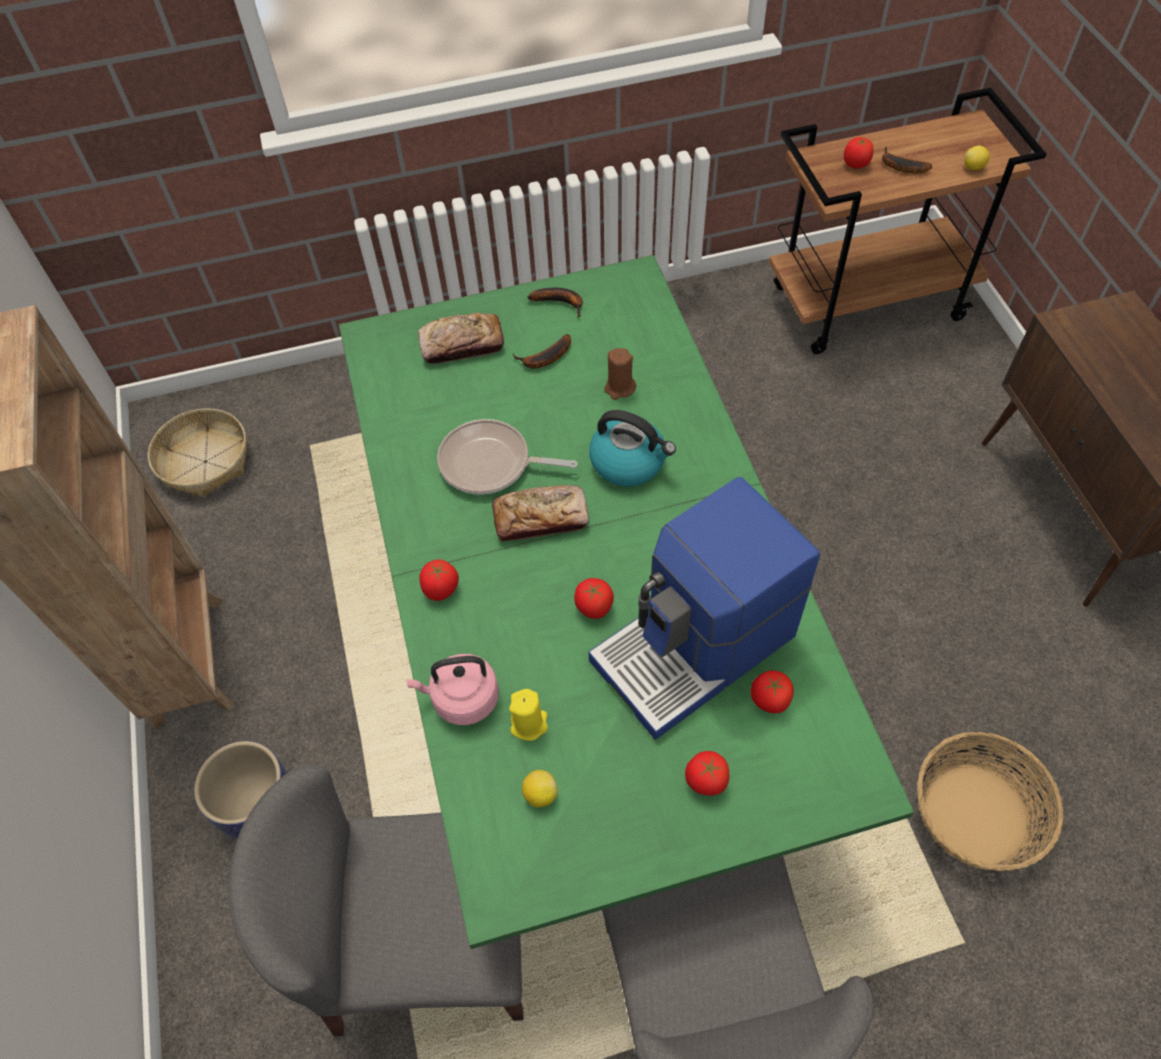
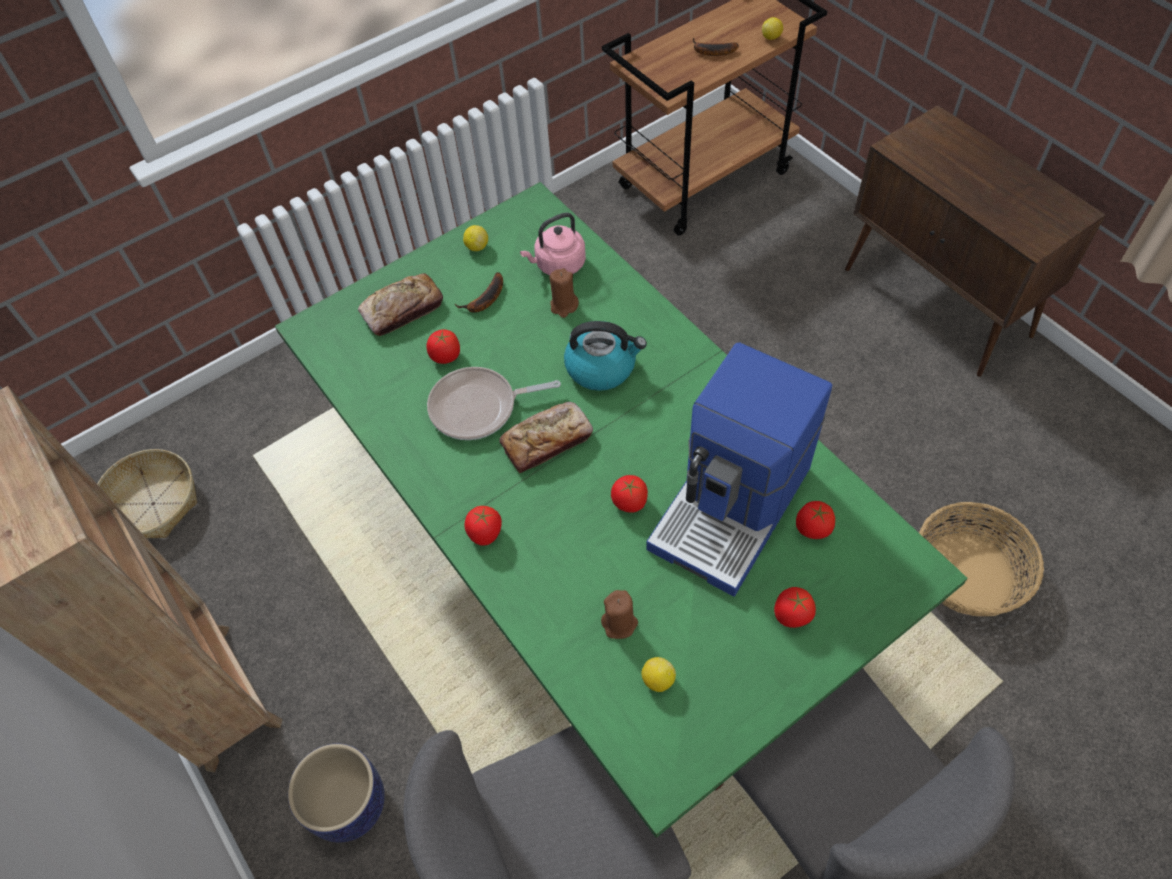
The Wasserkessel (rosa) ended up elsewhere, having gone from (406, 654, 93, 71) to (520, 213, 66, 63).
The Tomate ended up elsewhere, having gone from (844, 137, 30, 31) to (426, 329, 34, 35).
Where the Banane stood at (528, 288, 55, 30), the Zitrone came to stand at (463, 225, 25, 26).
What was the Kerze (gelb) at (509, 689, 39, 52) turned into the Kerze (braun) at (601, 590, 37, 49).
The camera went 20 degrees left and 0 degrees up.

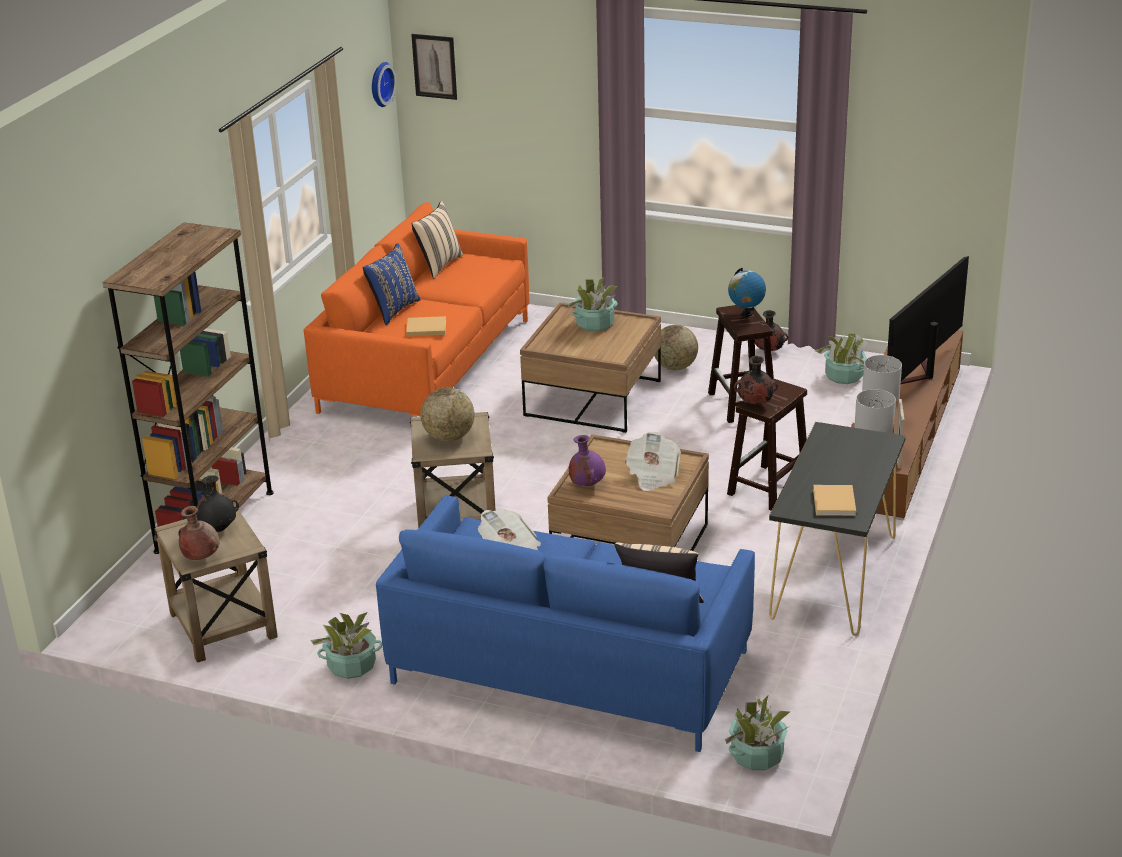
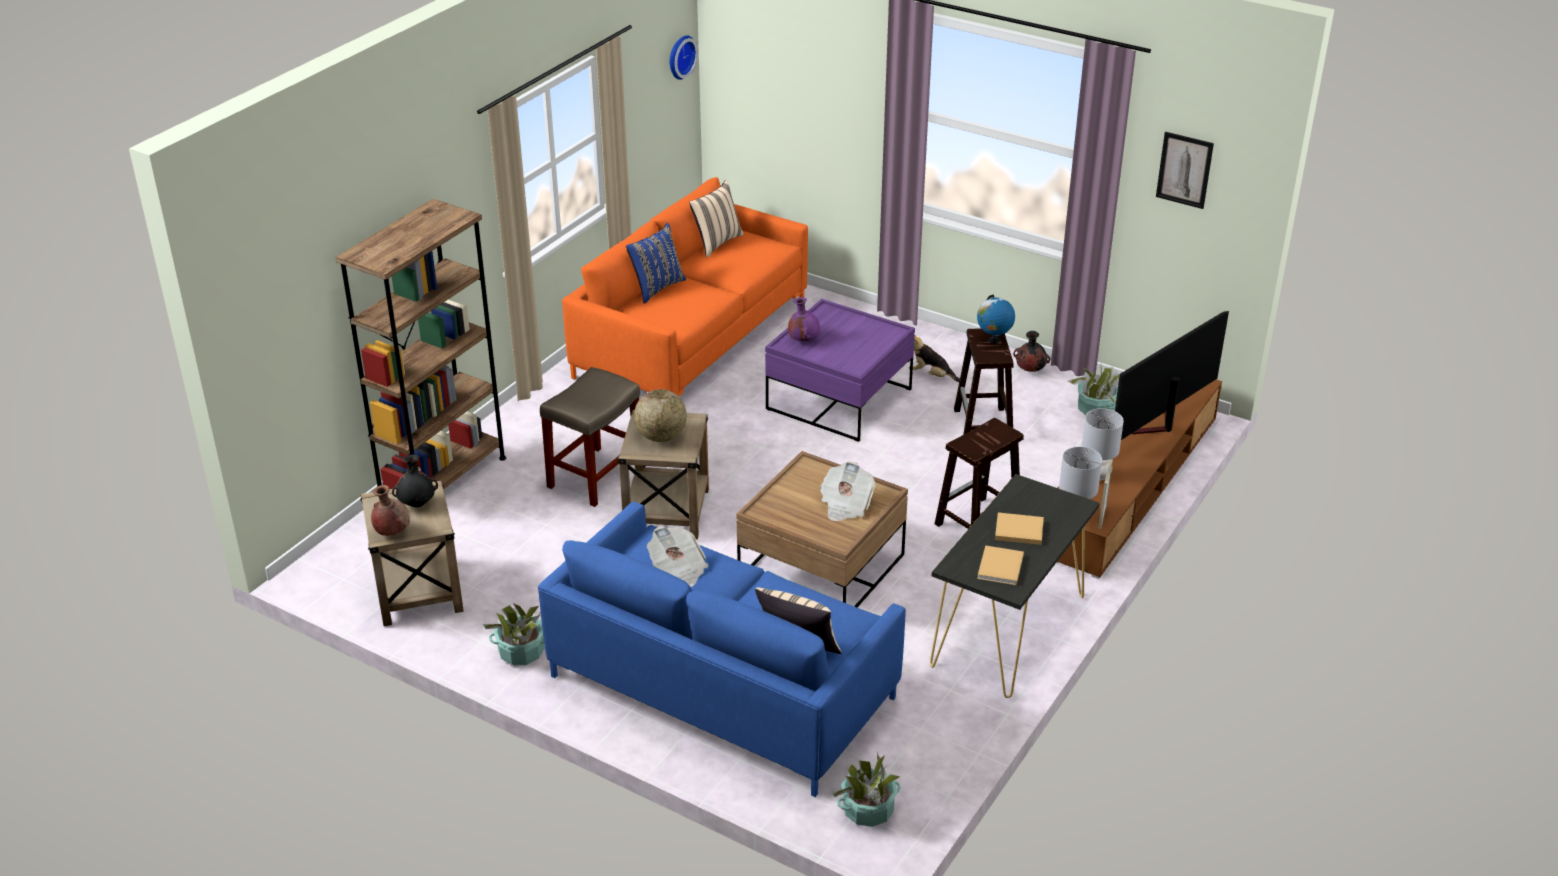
The second view lost the Topfpflanze at (568, 277, 50, 54).
The second view lost the Vase (schwarz) at (734, 356, 44, 48).
The second view gained the Hocker (beige) at (540, 367, 100, 140).
The Buch (beige) ended up elsewhere, having gone from (406, 316, 40, 20) to (995, 512, 49, 33).
The Bild ended up elsewhere, having gone from (411, 34, 46, 66) to (1156, 132, 58, 77).
The Vase (lila) ended up elsewhere, having gone from (569, 435, 37, 51) to (788, 297, 32, 45).
Where the Globus stood at (654, 325, 44, 45), the Plüschtier came to stand at (909, 335, 51, 47).
What was the Couchtisch (braun) at (520, 302, 141, 131) turned into the Couchtisch (lila) at (765, 299, 150, 143).
The camera went 10 degrees right and 5 degrees up.

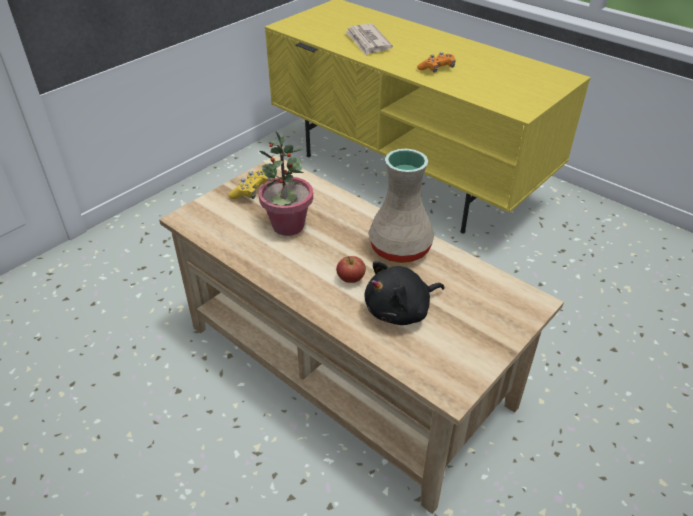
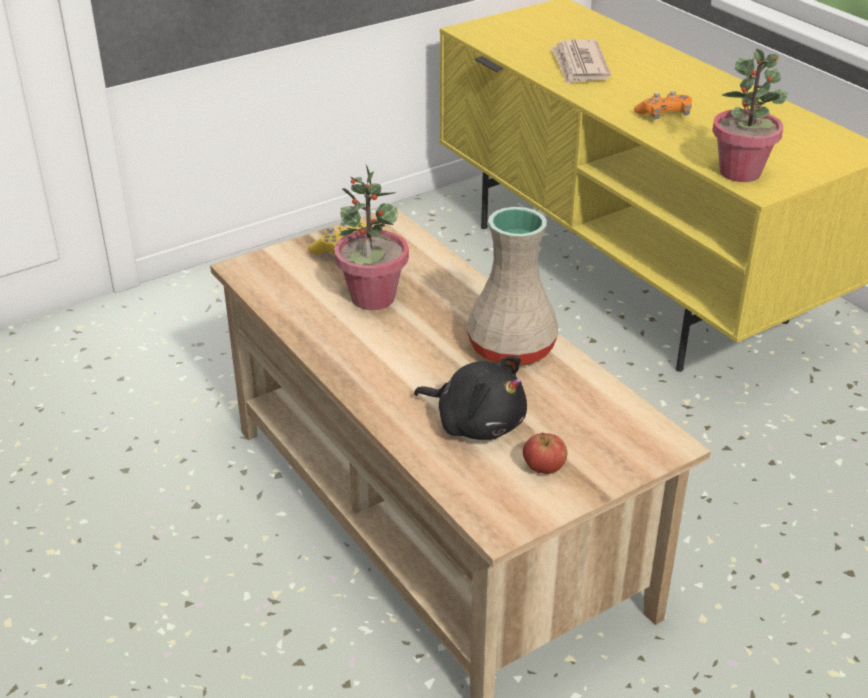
The second view gained the Topfpflanze at (712, 49, 76, 133).
The Apfel ended up elsewhere, having gone from (336, 256, 30, 27) to (523, 432, 45, 42).
The Plüschtier (schwarz) at (365, 261, 80, 64) ended up facing another way, 135 degrees counterclockwise from before.
The camera went 15 degrees right and 5 degrees down.

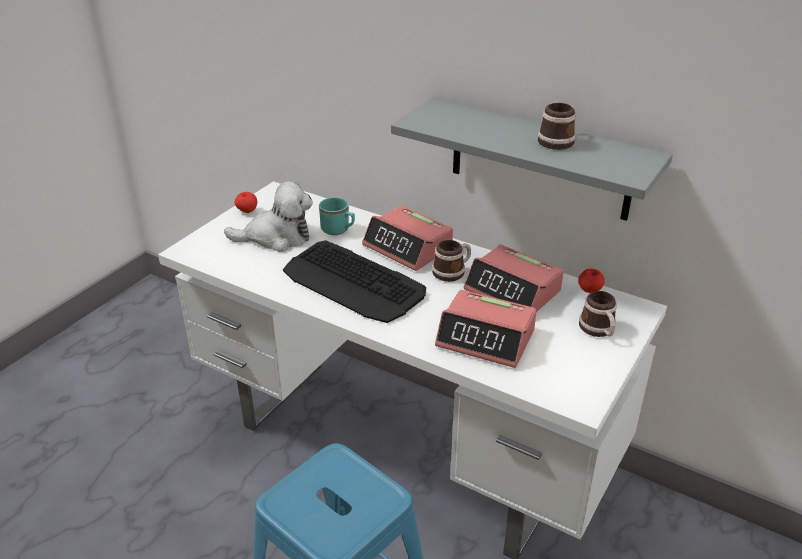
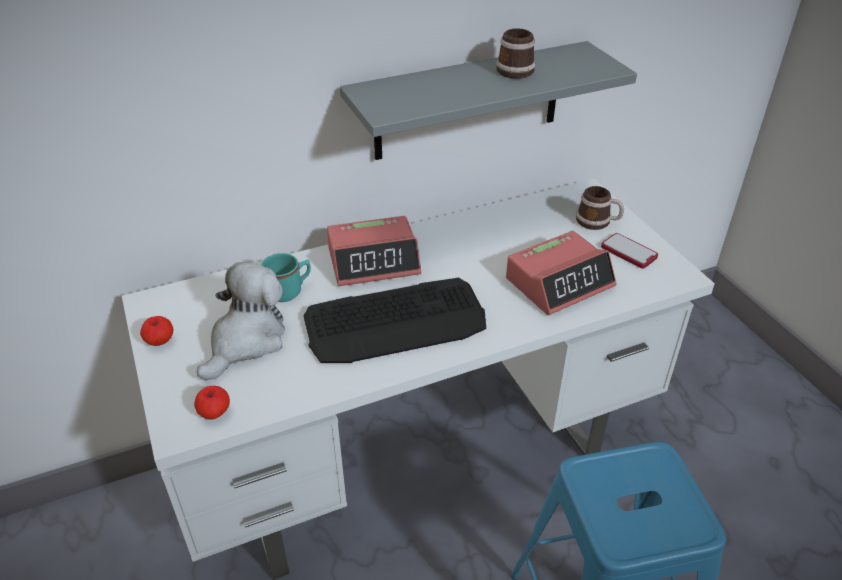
The second view lost the Henkelbecher at (432, 240, 39, 42).
The second view lost the Wecker at (464, 245, 100, 66).
The second view gained the Handy at (601, 233, 57, 36).
The Apfel ended up elsewhere, having gone from (578, 269, 26, 24) to (194, 386, 36, 34).
The camera went 55 degrees left and 5 degrees up.

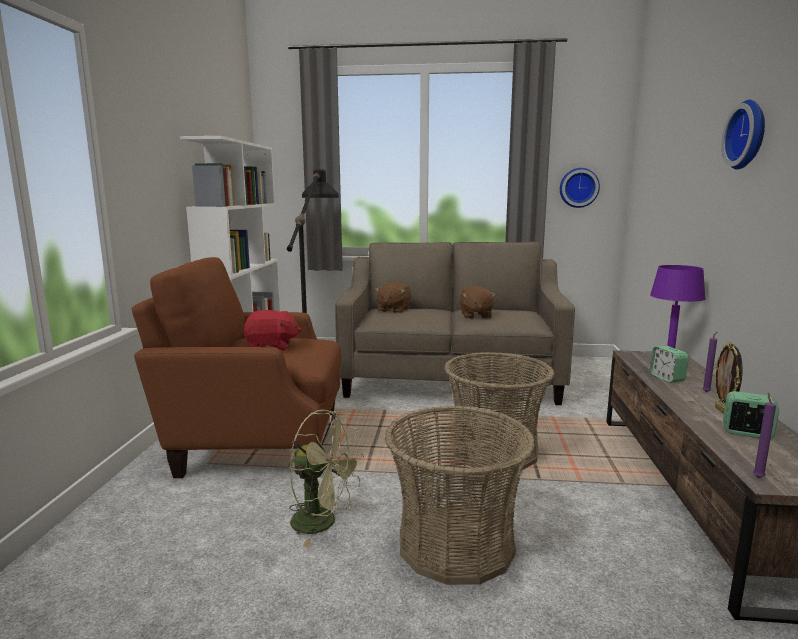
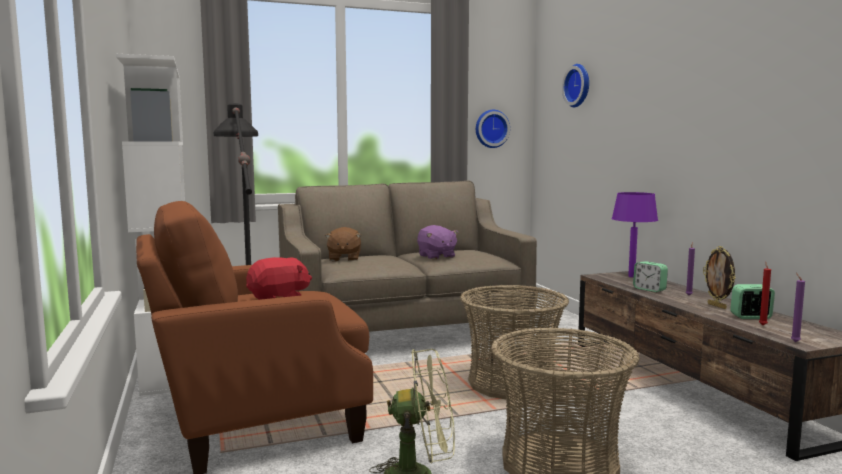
The second view gained the Kerze (rot) at (759, 262, 12, 63).
The Wanduhr ended up elsewhere, having gone from (722, 100, 43, 70) to (562, 64, 27, 43).
What was the Plüschtier (braun) at (460, 285, 36, 34) turned into the Plüschtier (lila) at (417, 225, 41, 35).
The camera went 25 degrees left and 5 degrees down.

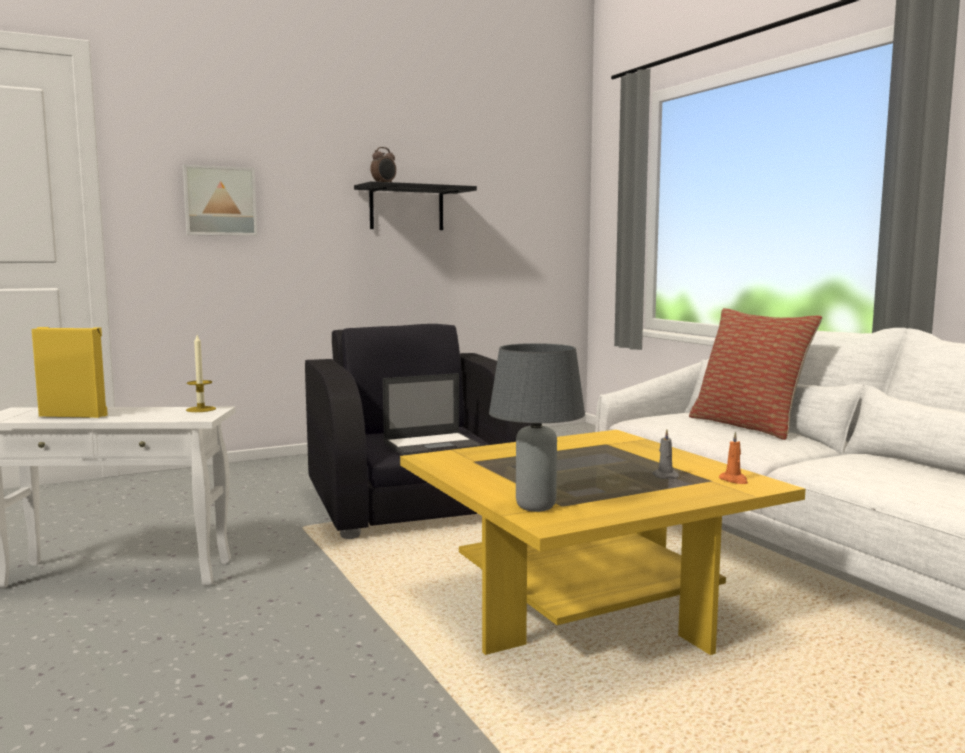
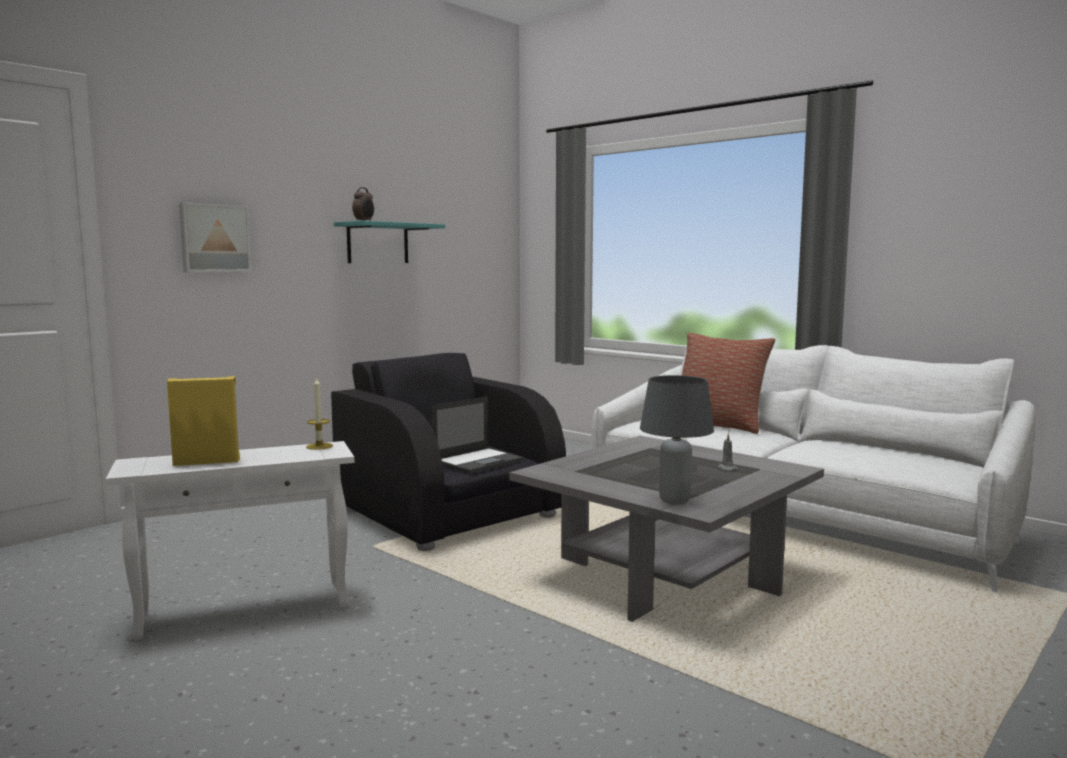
The second view lost the Kerze (orange) at (719, 431, 29, 53).
What was the Wandregal (schwarz) at (354, 181, 123, 49) turned into the Wandregal (türkis) at (334, 221, 111, 42).
What was the Couchtisch (gelb) at (400, 430, 405, 225) turned into the Couchtisch (grau) at (509, 436, 315, 186).
The camera went 20 degrees left and 0 degrees up.

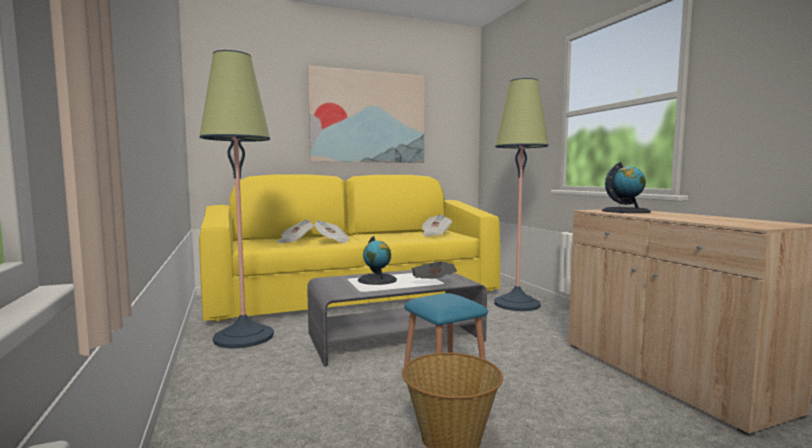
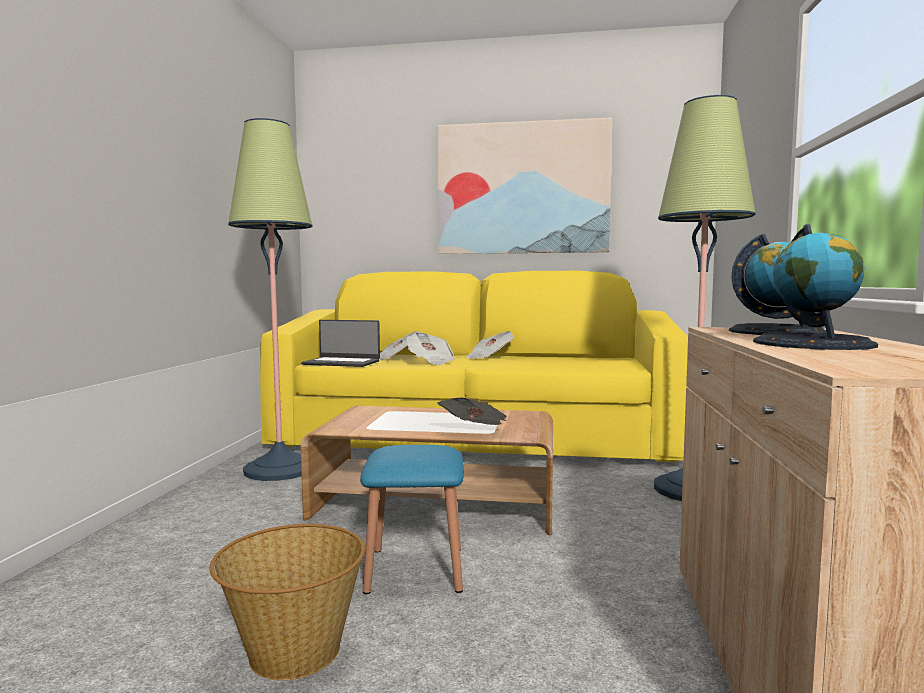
The second view gained the Laptop at (301, 320, 79, 47).
The Globus ended up elsewhere, having gone from (358, 236, 39, 49) to (753, 224, 125, 126).
The Zeitung ended up elsewhere, having gone from (421, 215, 31, 21) to (466, 331, 48, 28).
What was the Couchtisch (grau) at (307, 270, 180, 97) turned into the Couchtisch (braun) at (301, 406, 252, 130).
The camera went 30 degrees right and 0 degrees up.

